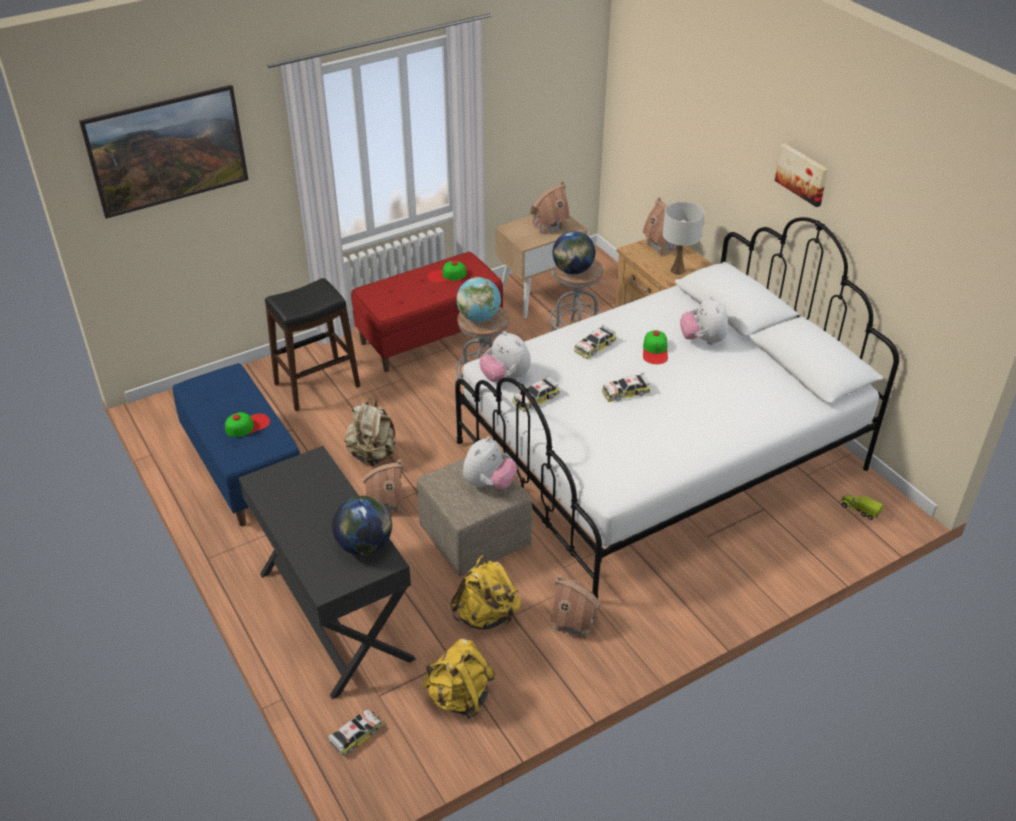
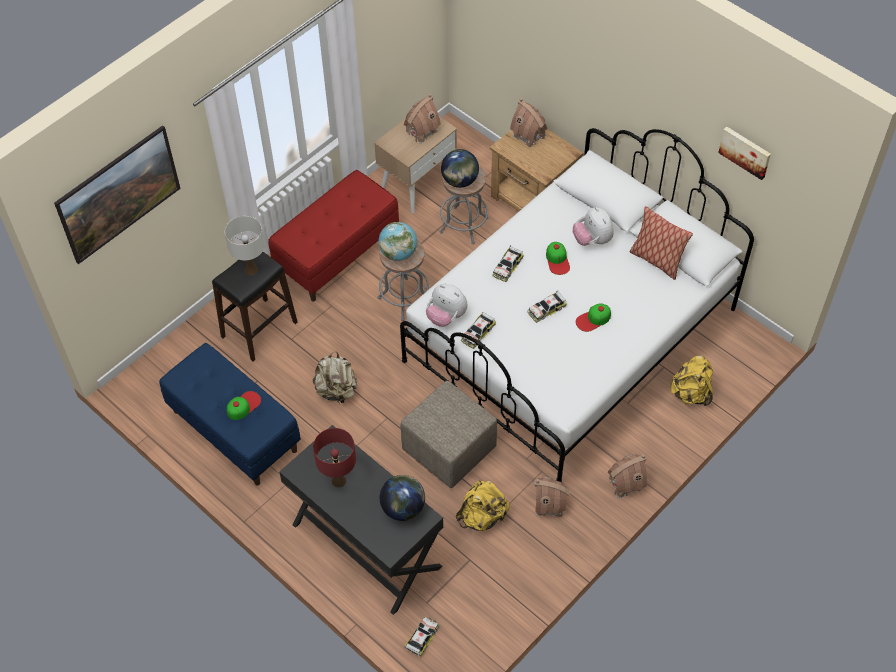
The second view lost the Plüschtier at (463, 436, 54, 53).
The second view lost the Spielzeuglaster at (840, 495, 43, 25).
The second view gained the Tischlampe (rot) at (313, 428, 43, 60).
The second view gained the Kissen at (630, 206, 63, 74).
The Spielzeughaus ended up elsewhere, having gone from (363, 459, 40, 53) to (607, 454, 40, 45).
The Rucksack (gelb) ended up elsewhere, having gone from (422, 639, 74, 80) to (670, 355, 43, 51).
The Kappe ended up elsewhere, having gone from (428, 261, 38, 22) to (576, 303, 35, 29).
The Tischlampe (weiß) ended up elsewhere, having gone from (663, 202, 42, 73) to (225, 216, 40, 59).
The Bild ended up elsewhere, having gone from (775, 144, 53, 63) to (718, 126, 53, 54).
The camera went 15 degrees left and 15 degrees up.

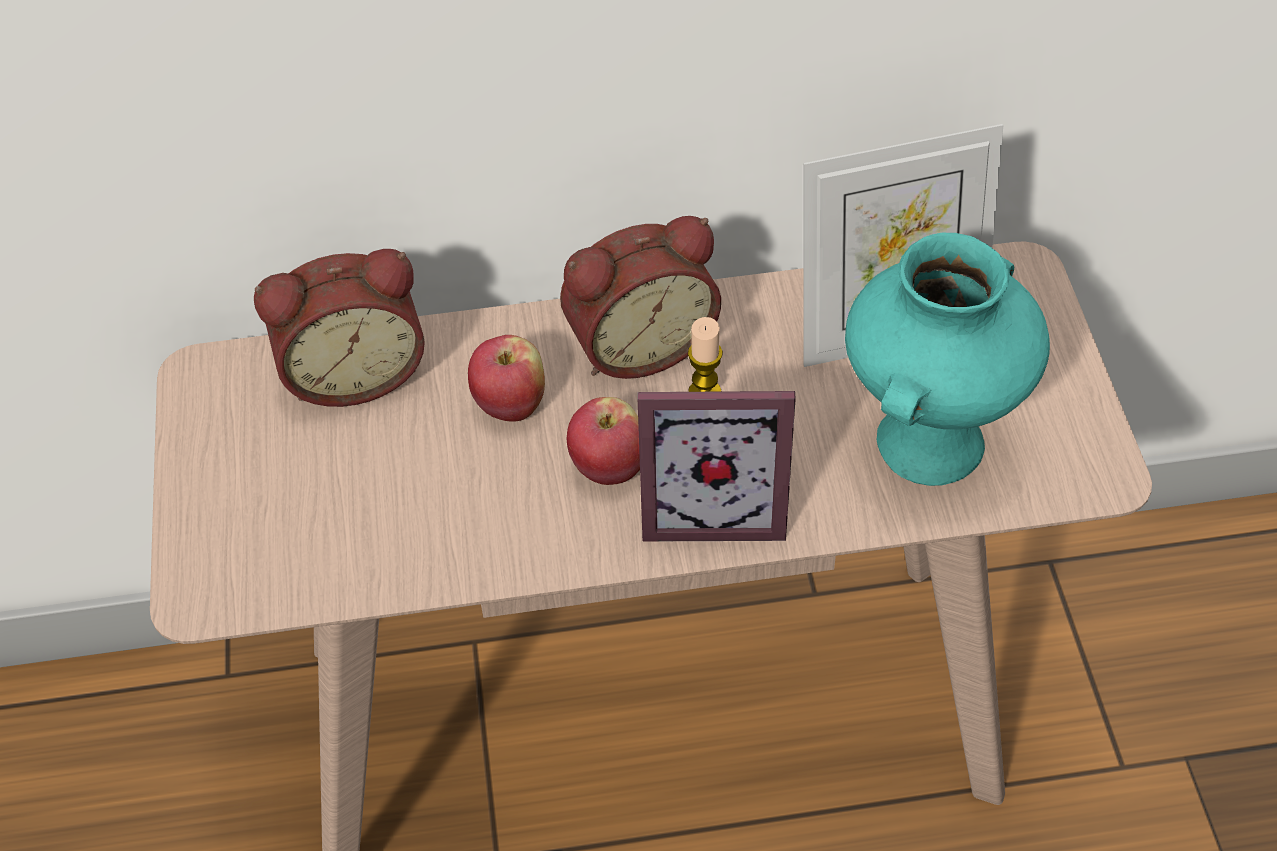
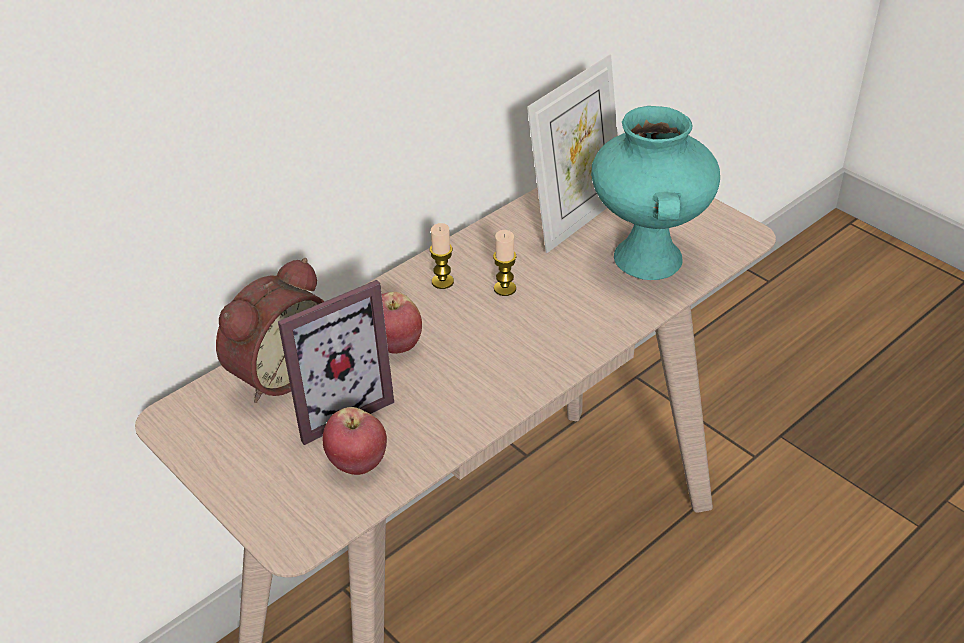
The Apfel ended up elsewhere, having gone from (567, 397, 73, 88) to (323, 407, 64, 68).
The Bilderrahmen ended up elsewhere, having gone from (638, 391, 158, 151) to (278, 280, 116, 165).
Where the Wecker stood at (560, 216, 161, 163), the Kerze came to stand at (430, 223, 24, 66).
The camera went 35 degrees left and 10 degrees down.

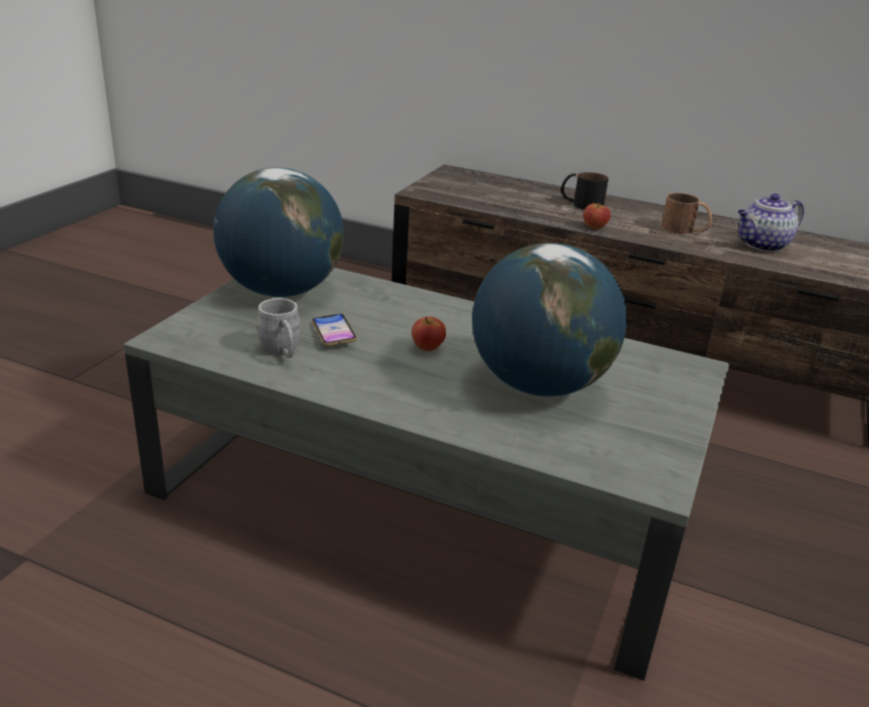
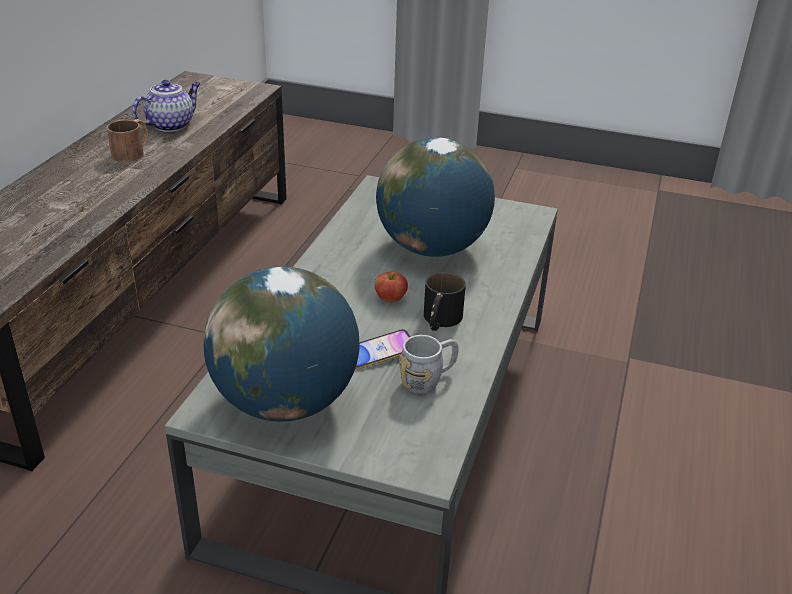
The second view lost the Apfel at (583, 202, 28, 28).
The Henkelbecher (schwarz) ended up elsewhere, having gone from (561, 172, 47, 38) to (424, 272, 42, 59).
The Teekanne at (738, 194, 66, 58) ended up facing another way, 105 degrees counterclockwise from before.
The camera went 95 degrees left and 5 degrees up.

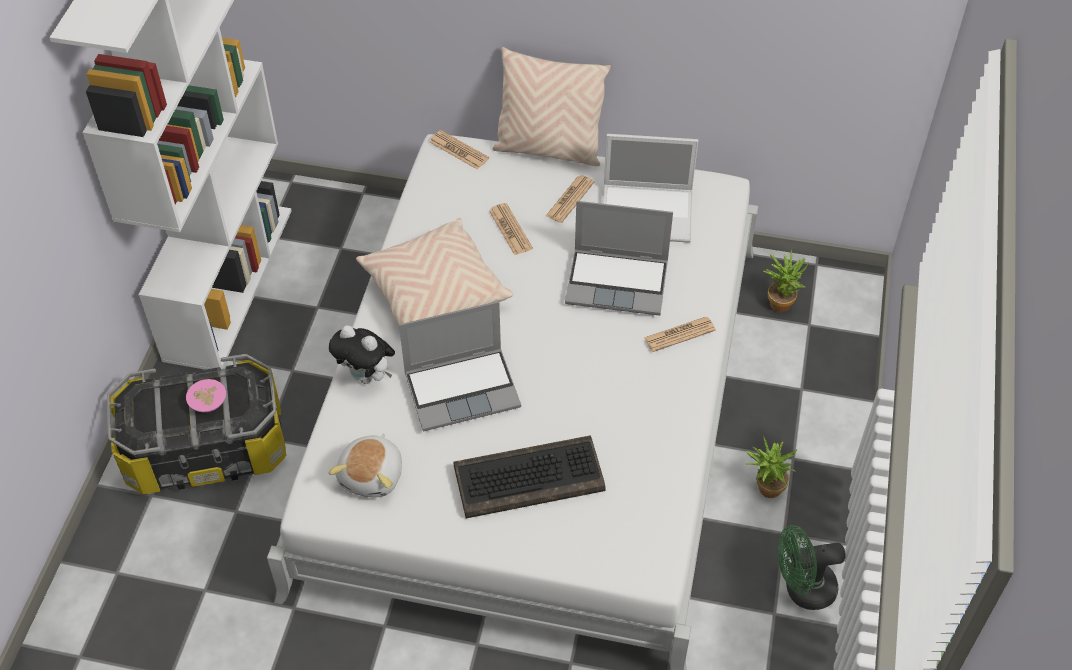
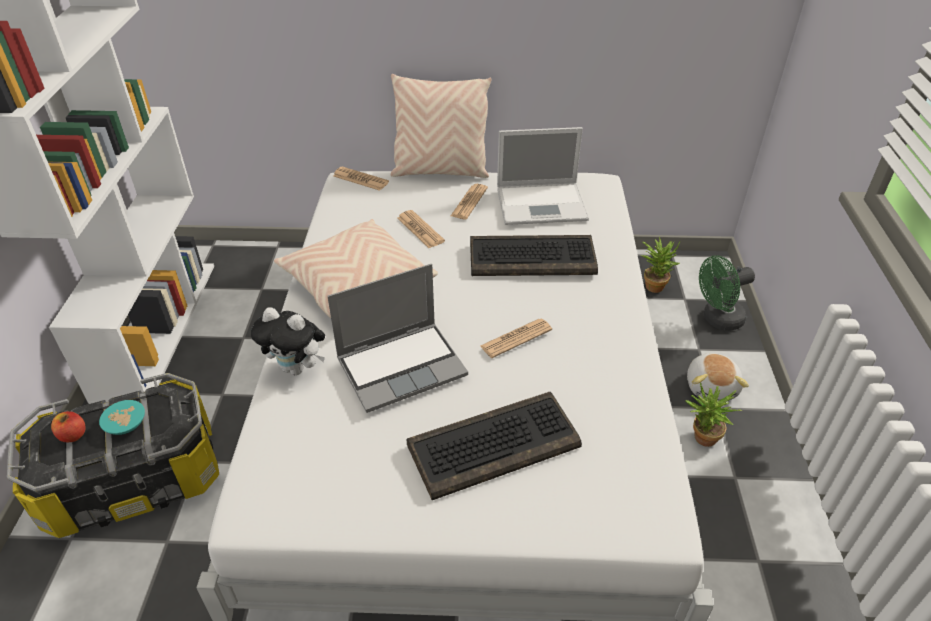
The second view gained the Apfel at (51, 411, 35, 31).
The Plüschtier ended up elsewhere, having gone from (329, 434, 73, 64) to (687, 353, 62, 48).
The Zeitung ended up elsewhere, having gone from (644, 317, 72, 35) to (480, 318, 72, 40).
The Ventilator (grün) ended up elsewhere, having gone from (778, 525, 68, 85) to (699, 255, 56, 76).
Where the Laptop stood at (565, 201, 108, 115), the Tastatur came to stand at (470, 235, 128, 41).
What was the Schüssel (rosa) at (186, 379, 40, 33) turned into the Schüssel (türkis) at (99, 400, 46, 35).
The camera went 10 degrees left and 10 degrees down.

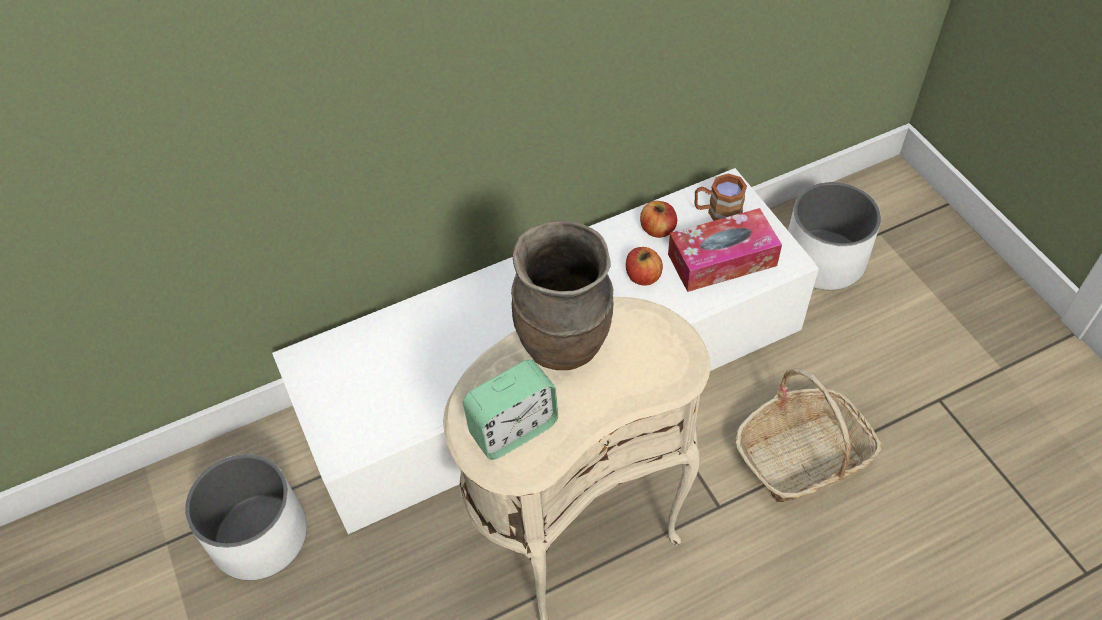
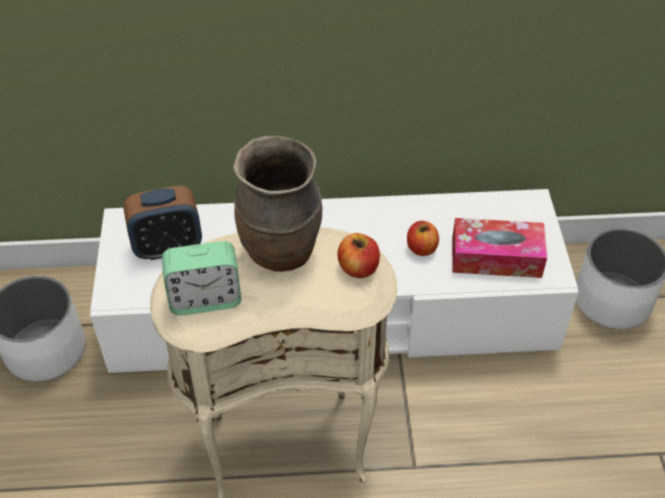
The second view lost the Henkelbecher (braun) at (695, 173, 52, 48).
The second view lost the Korb at (735, 368, 147, 134).
The second view gained the Wecker at (123, 186, 79, 74).
The Apfel ended up elsewhere, having gone from (640, 201, 37, 37) to (337, 233, 43, 45).
The camera went 20 degrees right and 5 degrees down.

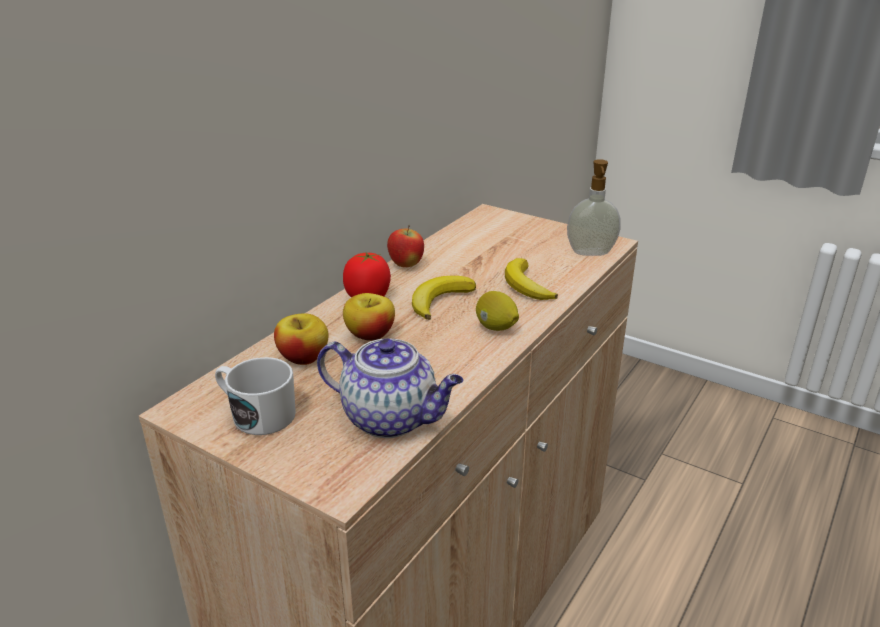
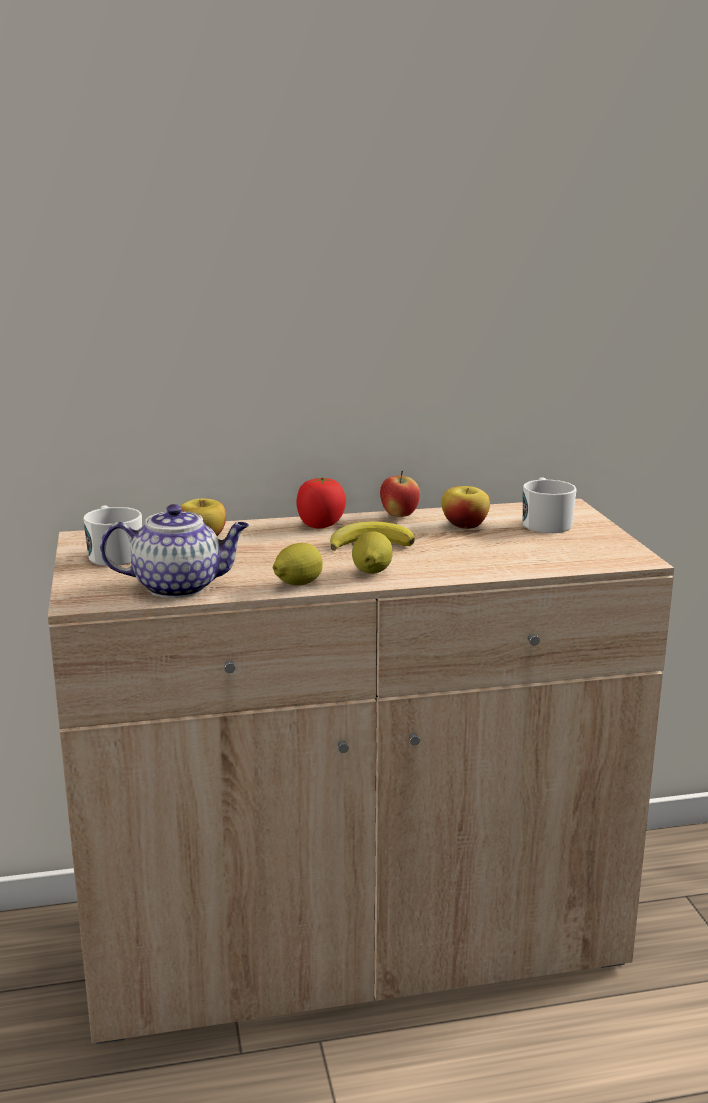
The second view lost the Banane at (505, 258, 53, 42).
The second view lost the Seifenspender at (567, 159, 54, 97).
The second view gained the Zitrone at (273, 543, 50, 43).
The second view gained the Henkelbecher (weiß) at (523, 477, 54, 56).
The Apfel ended up elsewhere, having gone from (343, 293, 52, 48) to (442, 486, 48, 43).
The Teekanne at (317, 338, 146, 100) ended up facing another way, 75 degrees counterclockwise from before.
The camera went 45 degrees right and 10 degrees down.

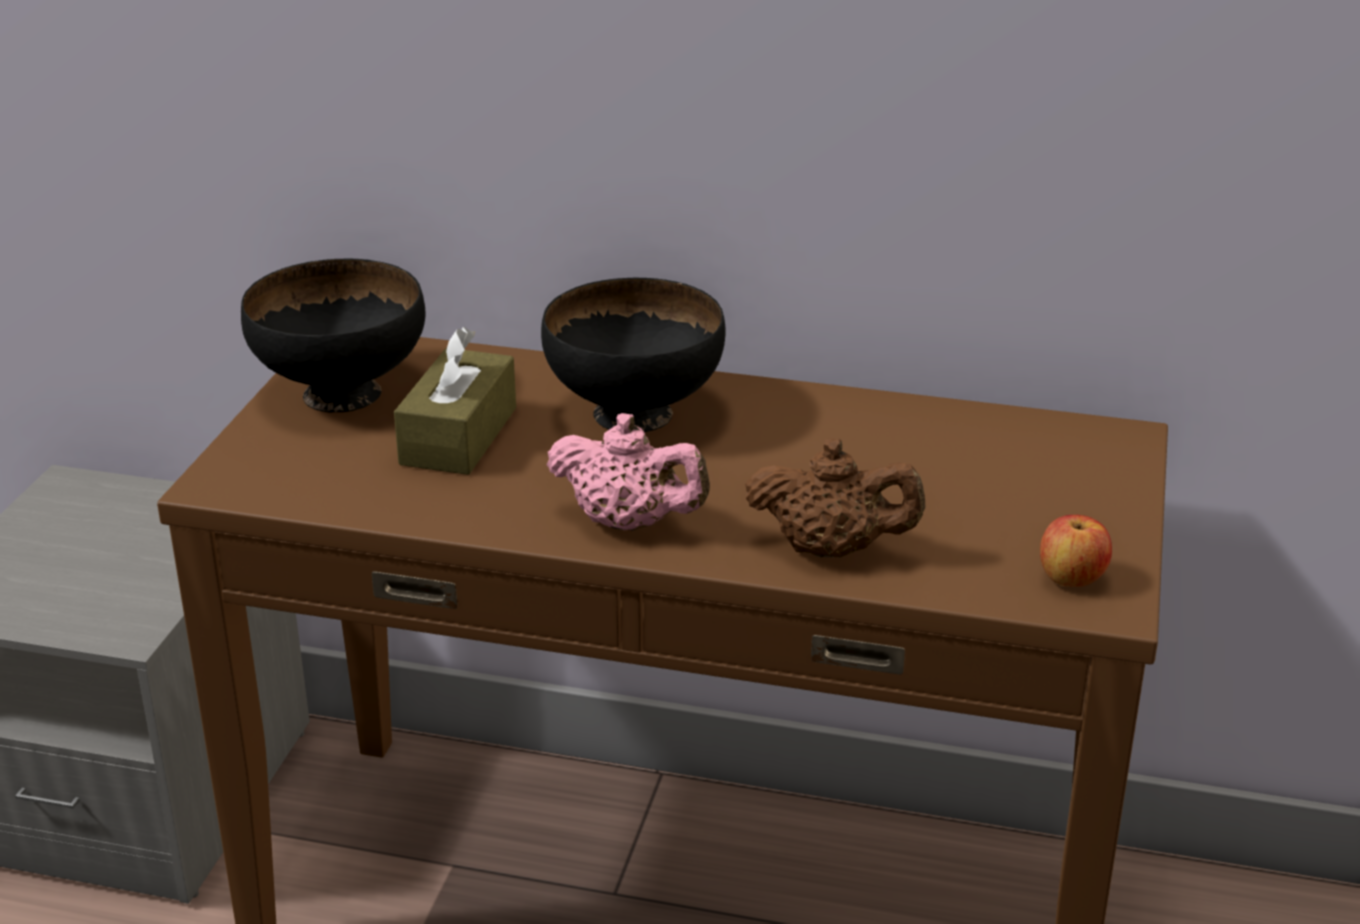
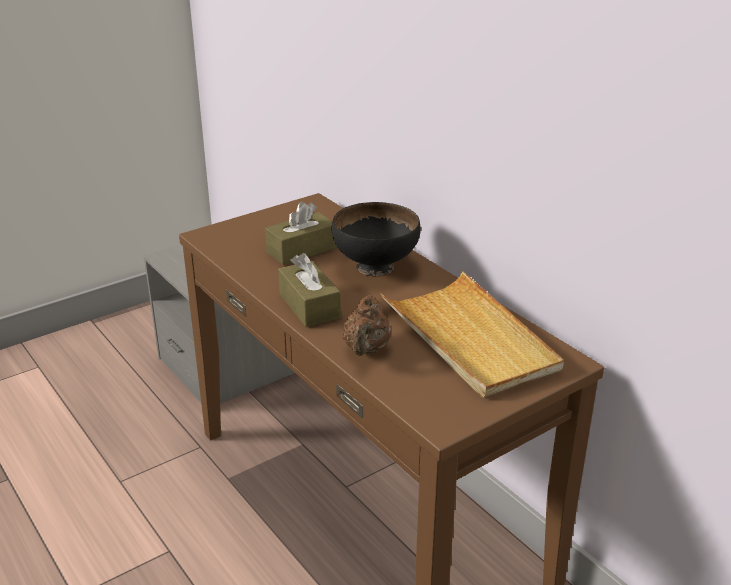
The second view lost the Schüssel (schwarz) at (241, 259, 184, 153).
The second view lost the Apfel at (1040, 515, 72, 72).
The second view gained the Tablett (beige) at (381, 271, 183, 126).
Where the Teekanne (rosa) stood at (546, 413, 164, 118), the Taschentuchbox (braun) came to stand at (278, 253, 63, 74).
The Teekanne (braun) at (745, 439, 180, 119) ended up facing another way, 45 degrees clockwise from before.
The camera went 40 degrees right and 0 degrees up.

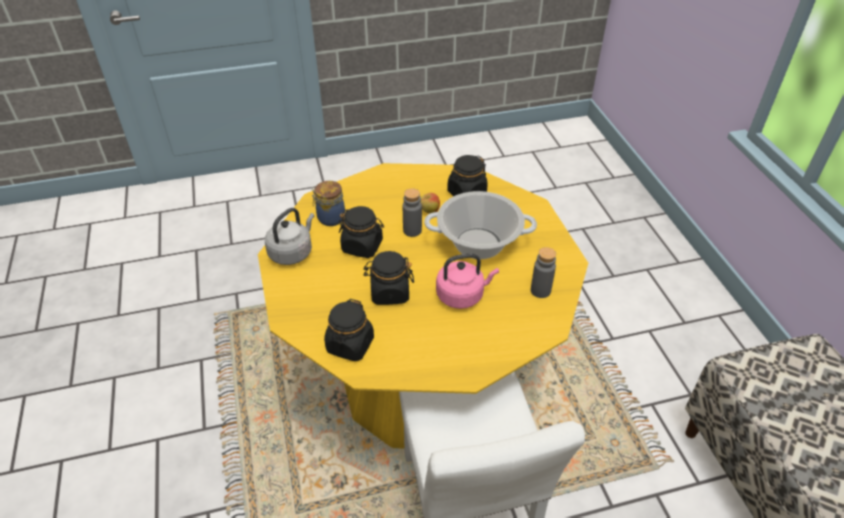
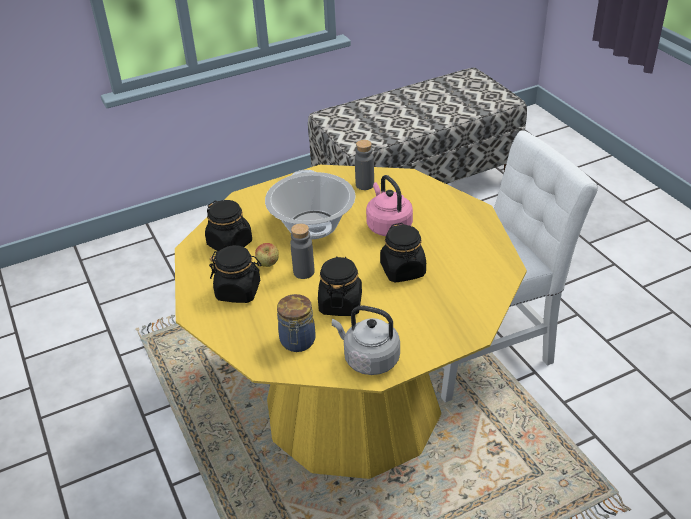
The Vorratsglas (schwarz) ended up elsewhere, having gone from (324, 299, 50, 62) to (209, 245, 53, 58).
The camera went 100 degrees left and 5 degrees down.

